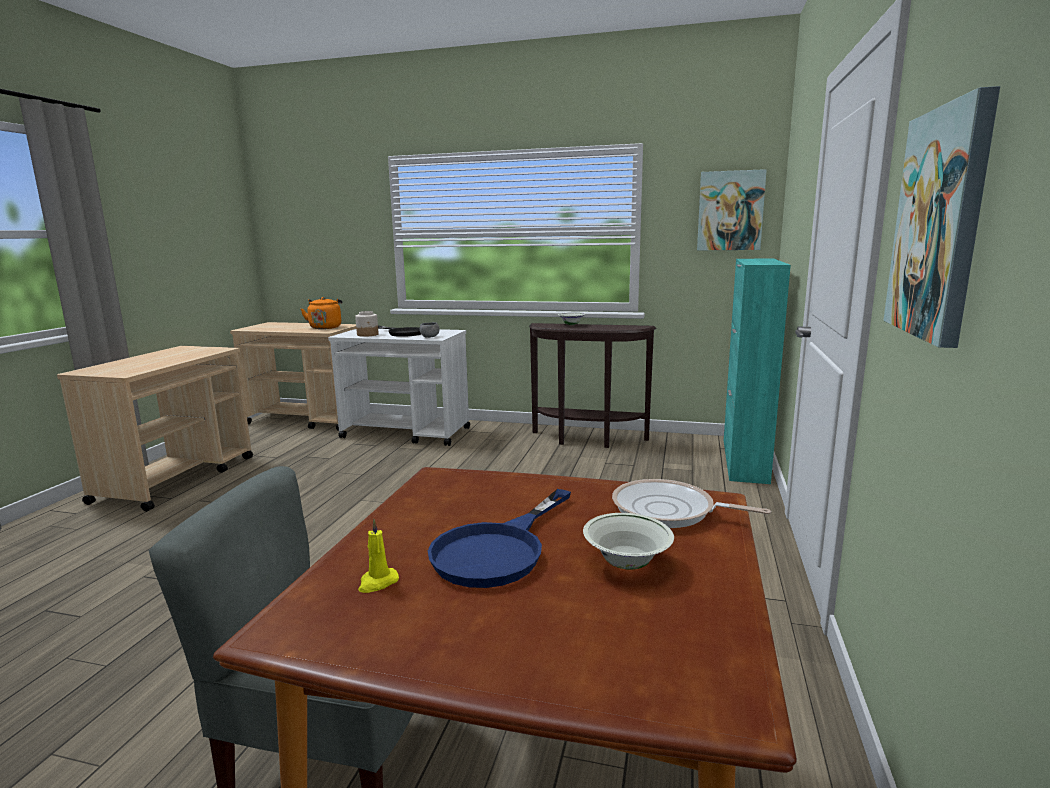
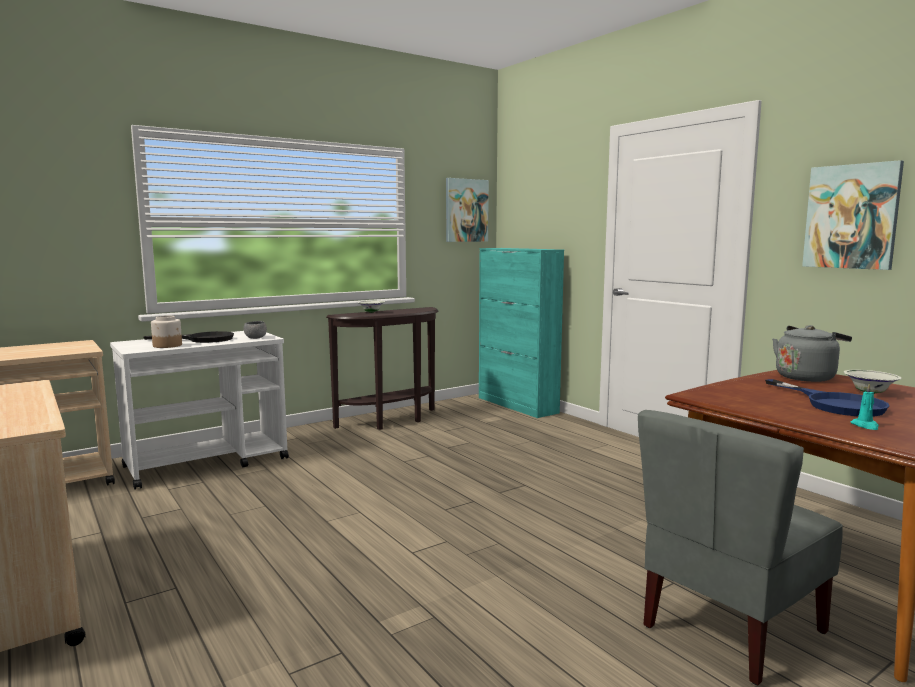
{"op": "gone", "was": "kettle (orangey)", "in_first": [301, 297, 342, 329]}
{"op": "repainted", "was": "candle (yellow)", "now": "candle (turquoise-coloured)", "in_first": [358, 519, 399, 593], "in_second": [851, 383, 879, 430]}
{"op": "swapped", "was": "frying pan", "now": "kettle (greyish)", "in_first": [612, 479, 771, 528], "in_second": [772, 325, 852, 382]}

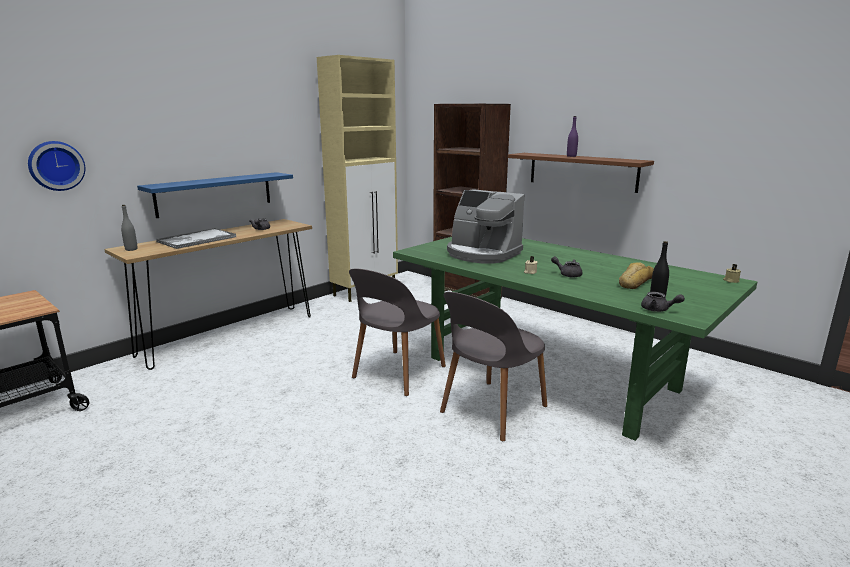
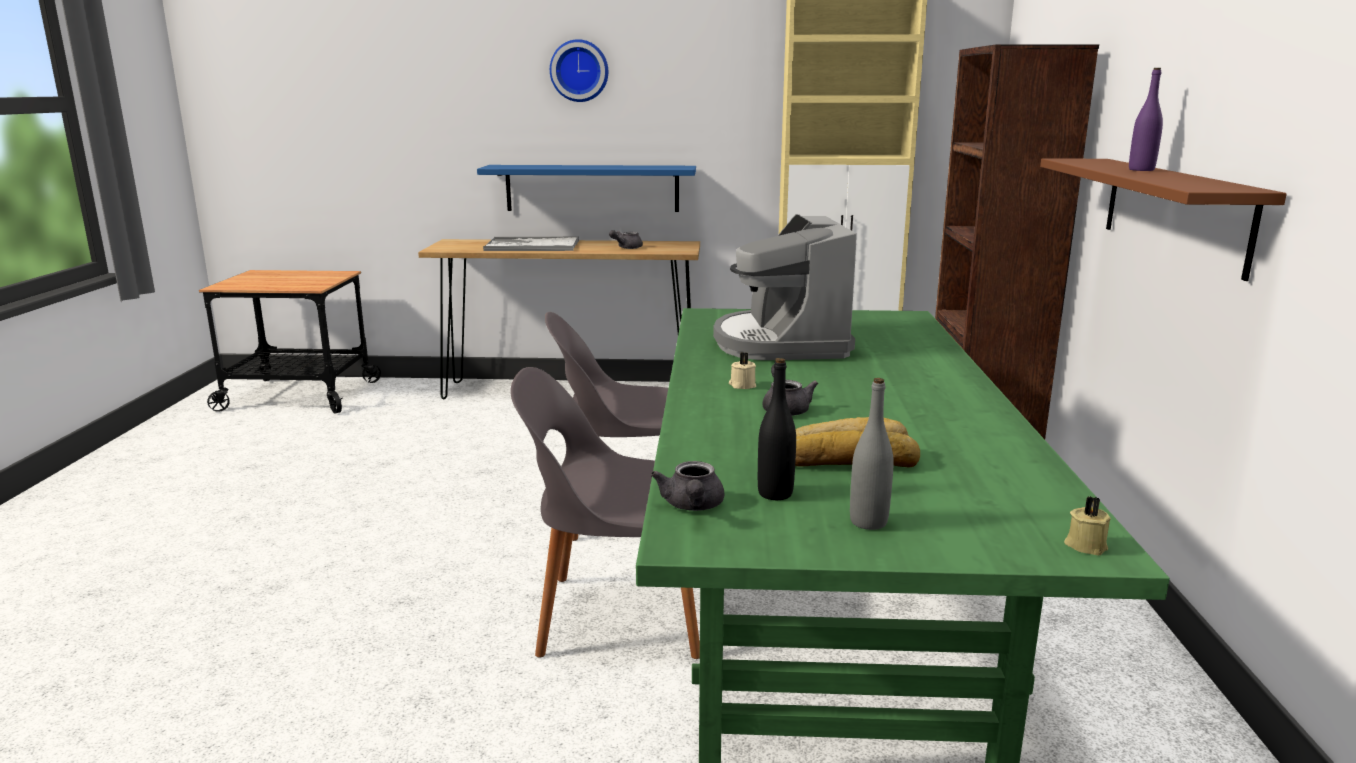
{"op": "shifted", "was": "clock on the wall", "in_first": [28, 141, 85, 191], "in_second": [550, 39, 608, 102]}
{"op": "shifted", "was": "beverage bottle (greyish)", "in_first": [121, 205, 137, 251], "in_second": [850, 378, 894, 530]}

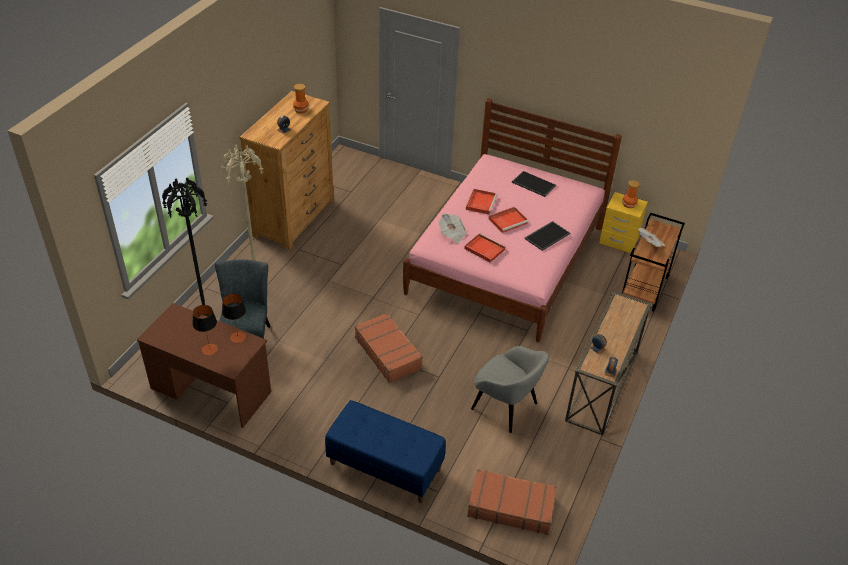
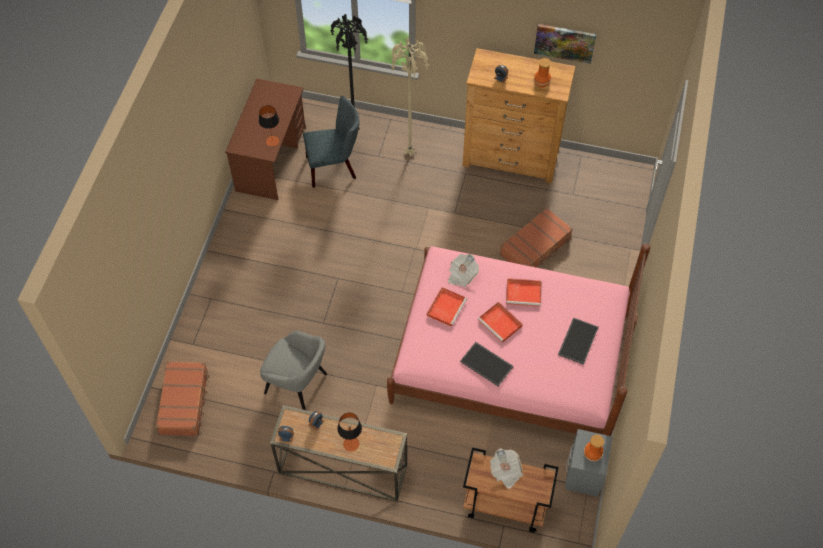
{"op": "shifted", "was": "lamp for a table", "in_first": [192, 305, 218, 355], "in_second": [337, 413, 362, 452]}
{"op": "gone", "was": "long seat (bluish)", "in_first": [325, 400, 446, 503]}
{"op": "shifted", "was": "piece of luggage (brownish)", "in_first": [355, 313, 423, 383], "in_second": [500, 208, 573, 267]}
{"op": "rotated", "was": "easy chair (greyish)", "in_first": [471, 346, 549, 433], "in_second": [260, 331, 327, 410], "clockwise": -90}
{"op": "repainted", "was": "nightstand (yellow)", "now": "nightstand (greyish)", "in_first": [599, 192, 648, 253], "in_second": [565, 429, 612, 497]}
{"op": "new", "now": "wall picture", "in_second": [534, 24, 597, 64]}

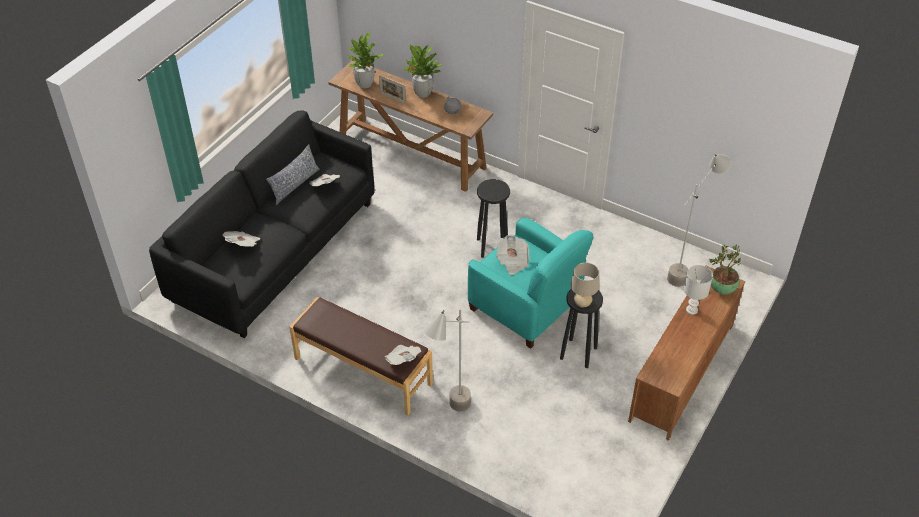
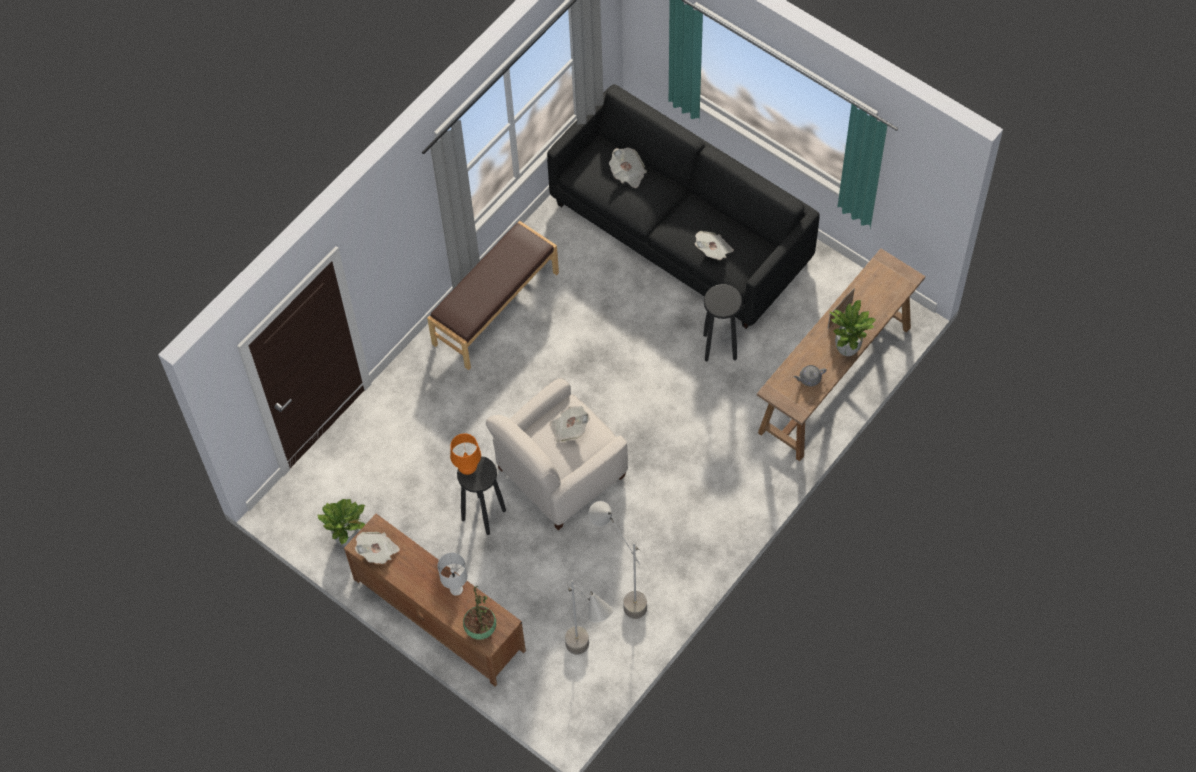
{"op": "gone", "was": "throw pillow", "in_first": [266, 144, 320, 205]}
{"op": "shifted", "was": "plant in a pot", "in_first": [347, 32, 383, 88], "in_second": [318, 499, 365, 546]}
{"op": "shifted", "was": "daily paper", "in_first": [385, 345, 421, 365], "in_second": [355, 532, 400, 564]}
{"op": "shifted", "was": "standing lamp (greyish)", "in_first": [423, 309, 471, 411], "in_second": [589, 501, 647, 619]}
{"op": "repainted", "was": "easy chair (turquoise-coloured)", "now": "easy chair (white)", "in_first": [468, 217, 593, 349], "in_second": [486, 378, 628, 530]}
{"op": "shifted", "was": "sitting stool (blackish)", "in_first": [477, 179, 510, 258], "in_second": [703, 284, 742, 361]}
{"op": "repainted", "was": "lamp for a table (beige-coloured)", "now": "lamp for a table (orangey)", "in_first": [570, 263, 599, 308], "in_second": [450, 434, 481, 475]}

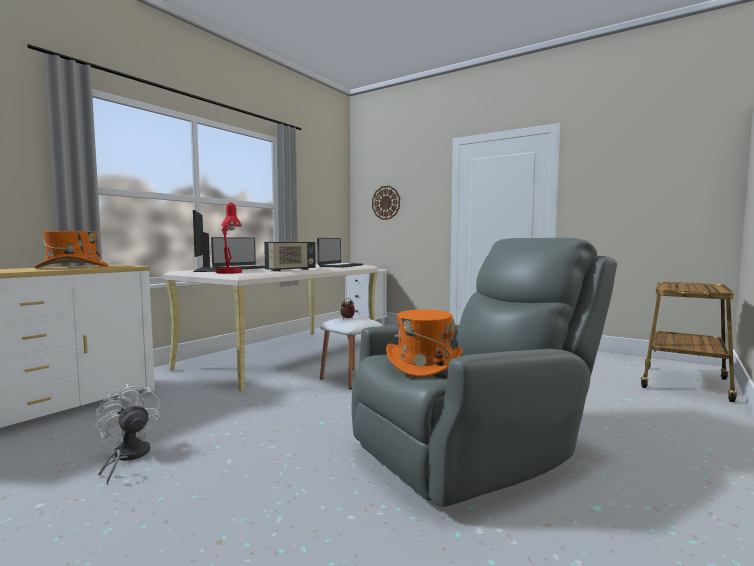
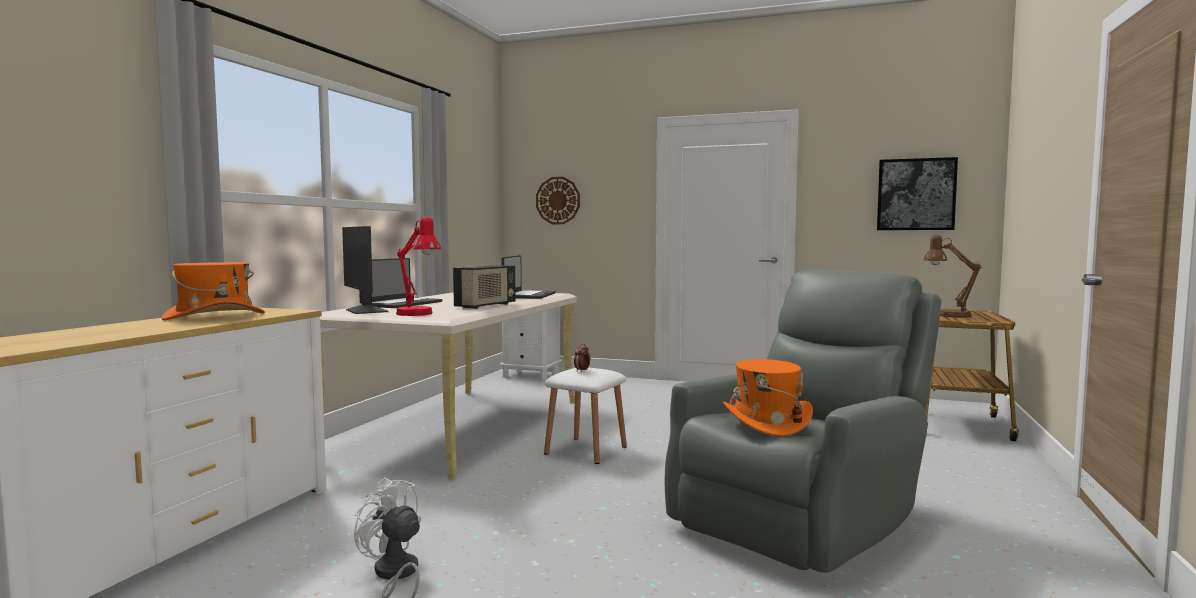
{"op": "new", "now": "wall picture", "in_second": [877, 157, 958, 230]}
{"op": "new", "now": "lamp for a table (brownish)", "in_second": [924, 234, 981, 318]}

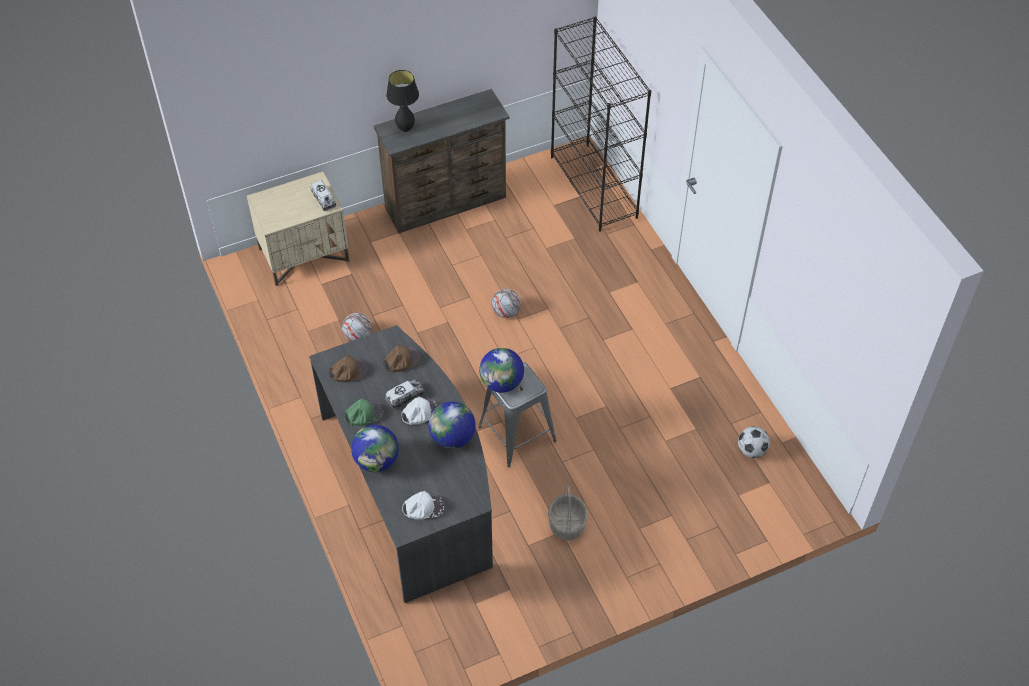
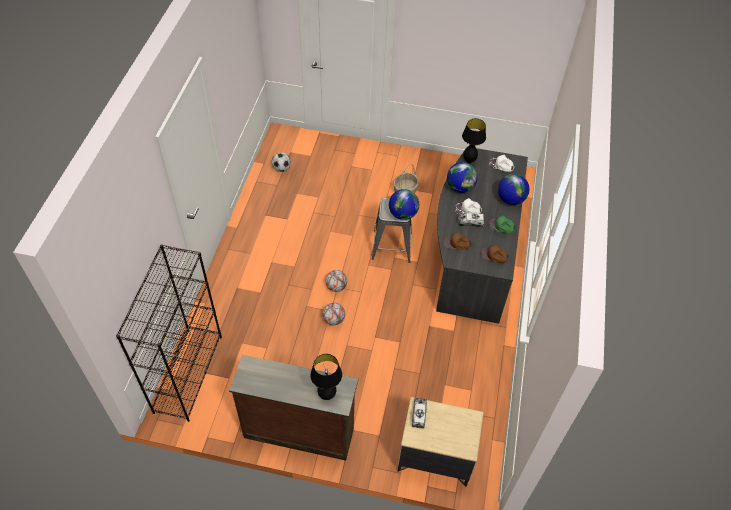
{"op": "shifted", "was": "football", "in_first": [342, 313, 372, 341], "in_second": [326, 270, 347, 292]}
{"op": "new", "now": "lamp for a table (blackish)", "in_second": [462, 118, 486, 163]}

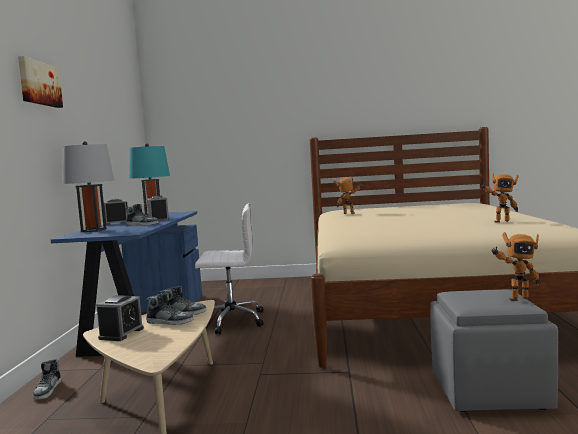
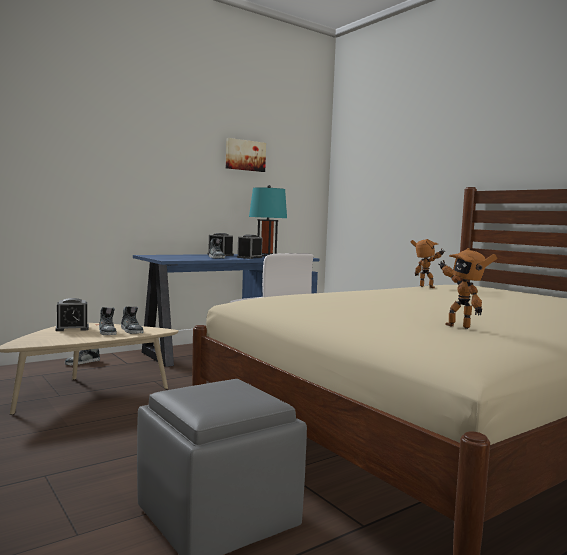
{"op": "shifted", "was": "wall picture", "in_first": [18, 56, 63, 108], "in_second": [226, 138, 266, 172]}
{"op": "gone", "was": "lamp for a table (greyish)", "in_first": [62, 141, 115, 232]}
{"op": "gone", "was": "model robot", "in_first": [491, 232, 540, 301]}

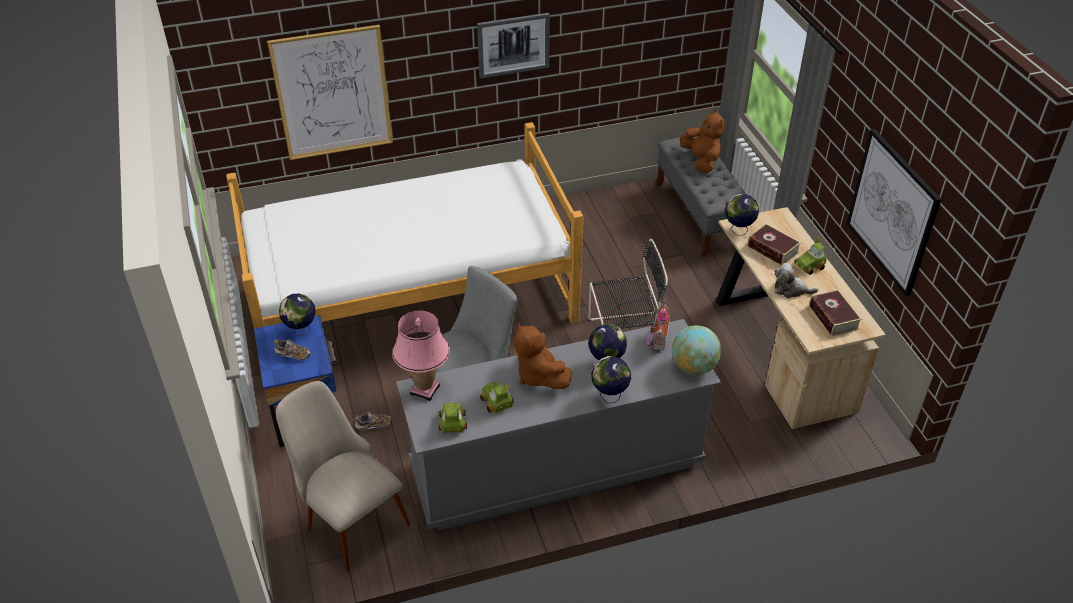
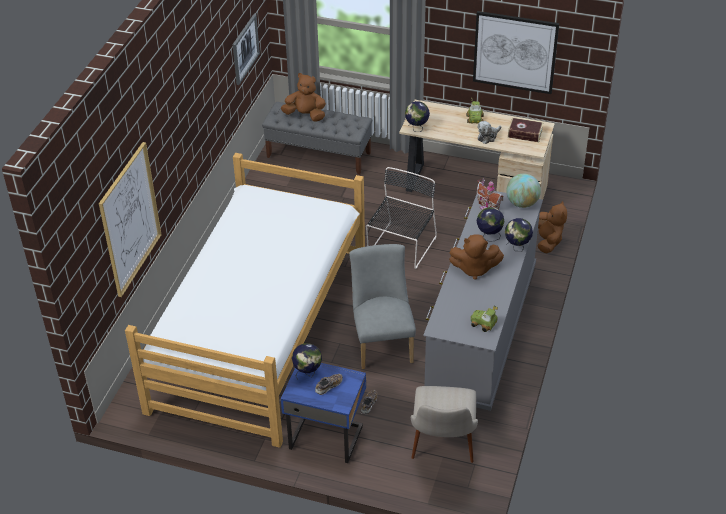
{"op": "rotated", "was": "chair (beige-coloured)", "in_first": [276, 381, 411, 572], "in_second": [411, 386, 478, 463], "clockwise": -75}
{"op": "gone", "was": "lamp for a table (pink)", "in_first": [392, 311, 450, 401]}
{"op": "shifted", "was": "wall picture", "in_first": [477, 13, 550, 79], "in_second": [233, 14, 260, 85]}
{"op": "gone", "was": "miniature car", "in_first": [480, 382, 514, 414]}
{"op": "gone", "was": "bound book", "in_first": [747, 223, 801, 265]}
{"op": "new", "now": "cuddly toy (brownish)", "in_second": [538, 201, 567, 253]}

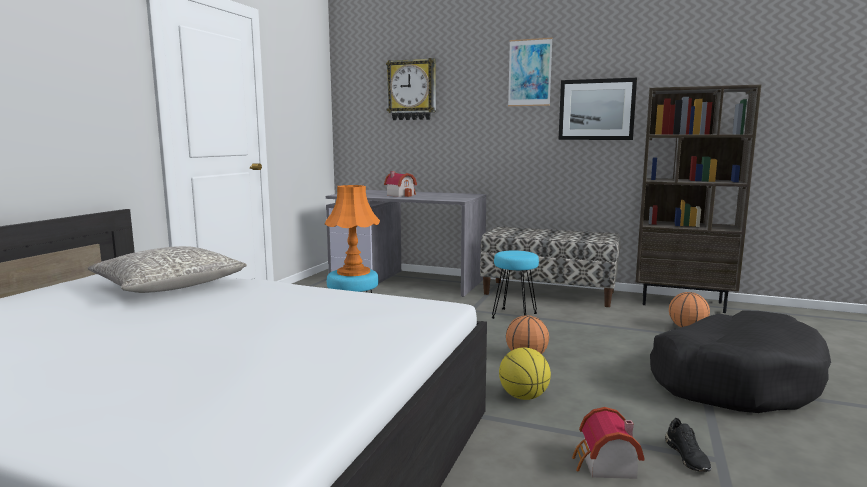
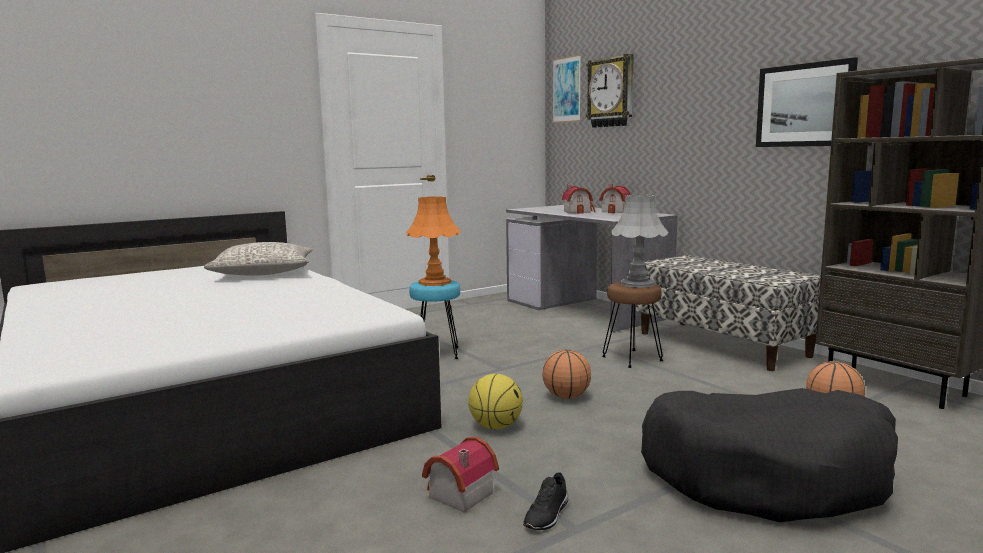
{"op": "repainted", "was": "sitting stool (turquoise-coloured)", "now": "sitting stool (brownish)", "in_first": [492, 250, 539, 319], "in_second": [602, 282, 663, 368]}
{"op": "shifted", "was": "wall picture", "in_first": [508, 38, 553, 106], "in_second": [553, 54, 581, 123]}
{"op": "new", "now": "miniature house", "in_second": [599, 184, 631, 213]}
{"op": "new", "now": "lamp for a table (greyish)", "in_second": [611, 195, 668, 288]}

